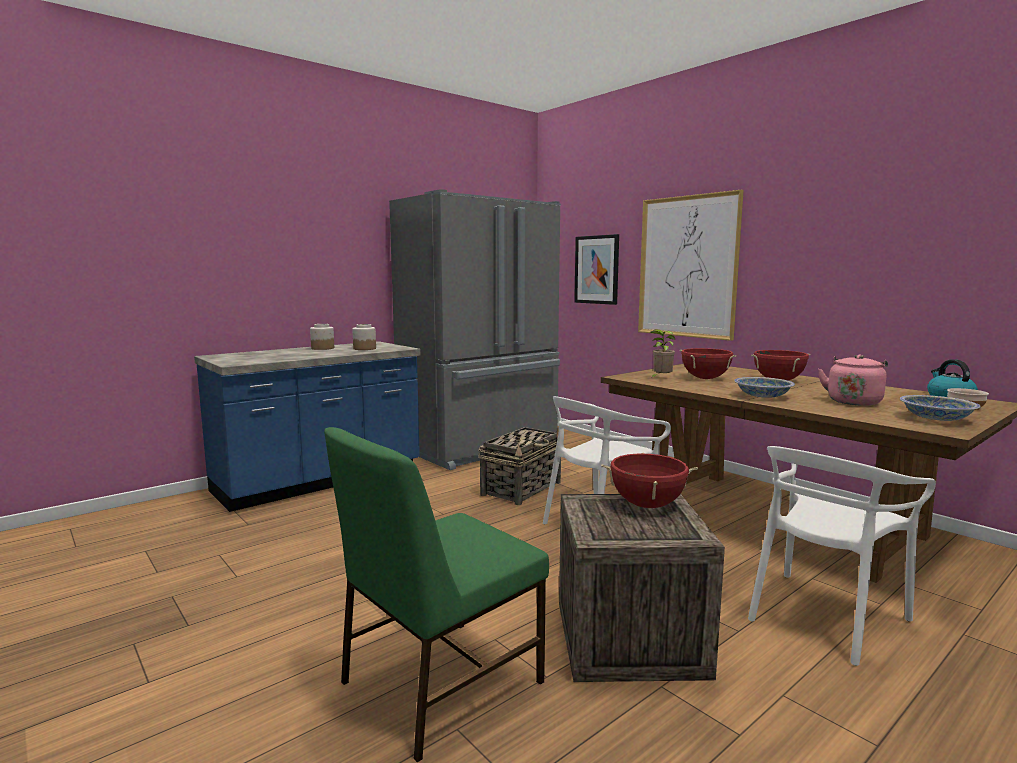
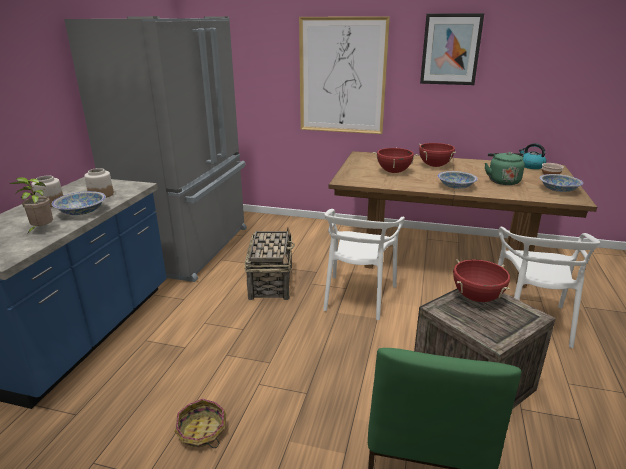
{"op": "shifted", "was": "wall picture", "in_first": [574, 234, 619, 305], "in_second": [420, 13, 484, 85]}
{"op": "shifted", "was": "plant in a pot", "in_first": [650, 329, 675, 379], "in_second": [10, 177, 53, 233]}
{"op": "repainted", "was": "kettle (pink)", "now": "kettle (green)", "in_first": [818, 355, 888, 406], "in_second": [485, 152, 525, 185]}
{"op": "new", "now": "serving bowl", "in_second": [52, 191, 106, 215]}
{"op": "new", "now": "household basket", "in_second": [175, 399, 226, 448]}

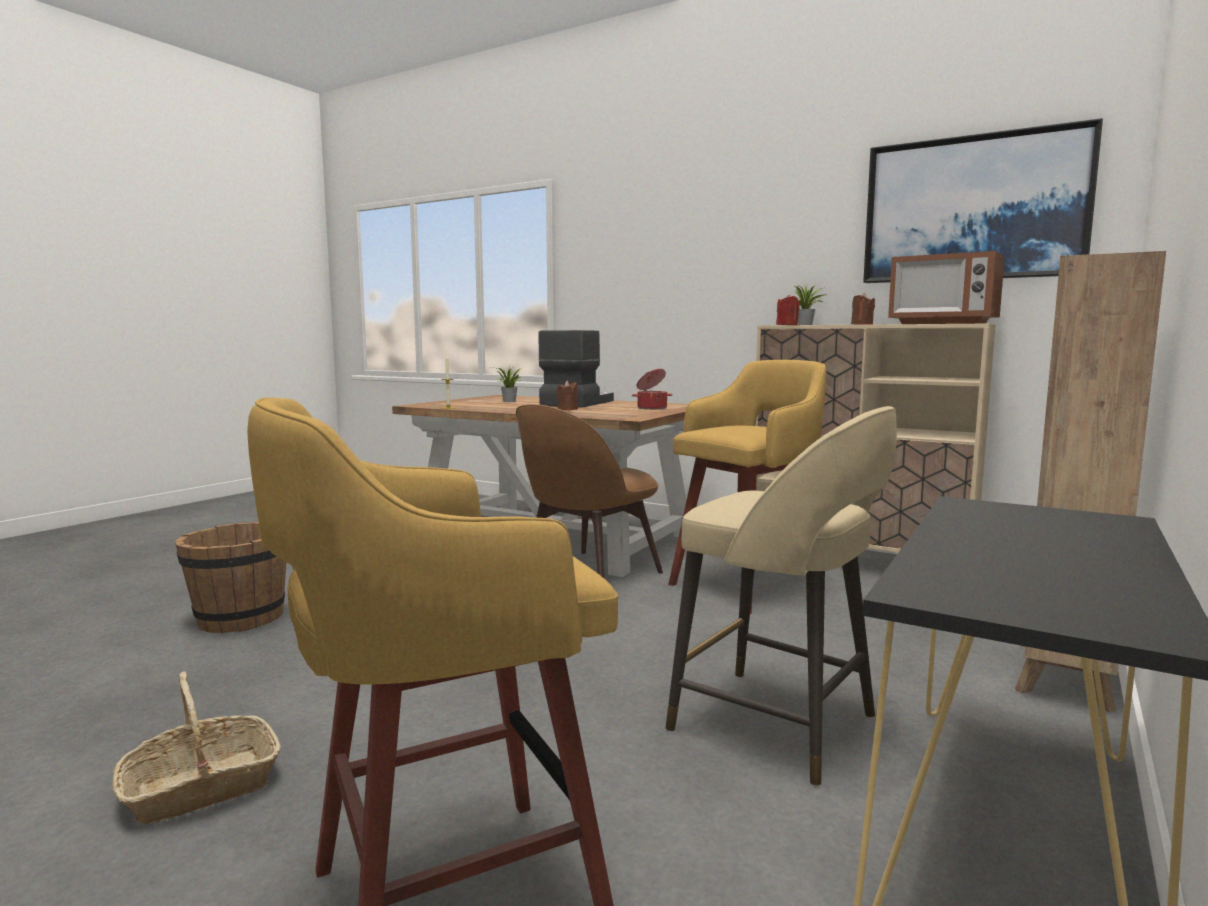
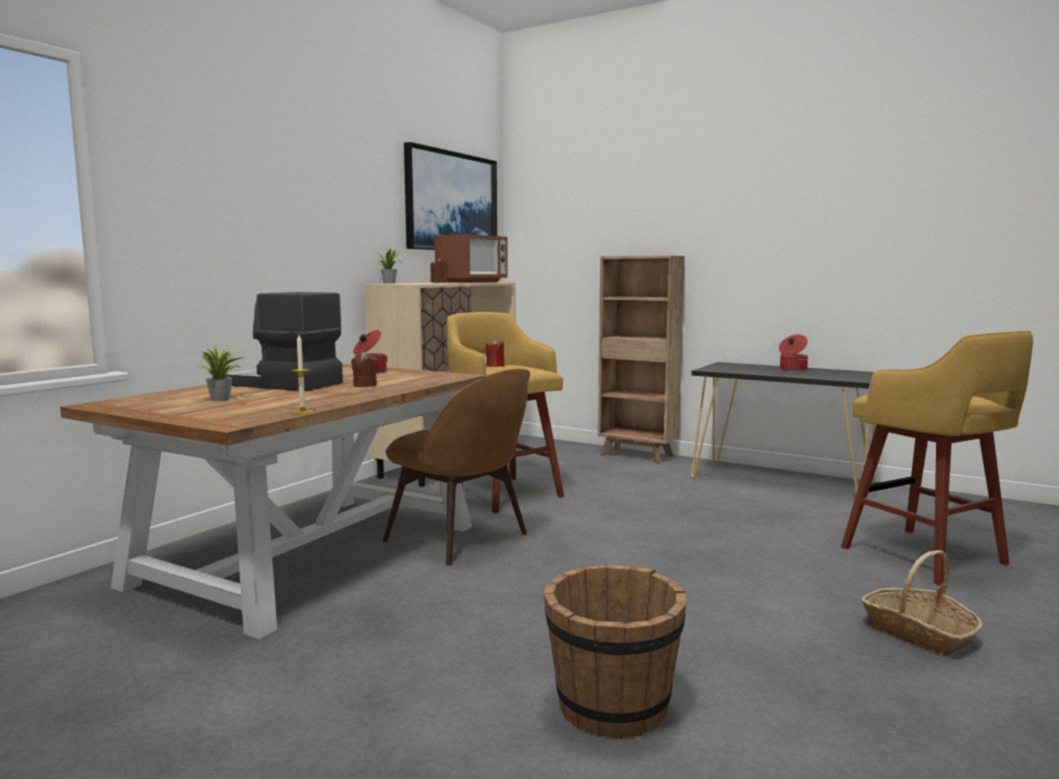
{"op": "gone", "was": "sitting stool (beige-coloured)", "in_first": [666, 406, 897, 786]}
{"op": "shifted", "was": "candle (reddish)", "in_first": [776, 294, 800, 325], "in_second": [485, 339, 505, 367]}
{"op": "new", "now": "cooking pot", "in_second": [779, 334, 808, 371]}

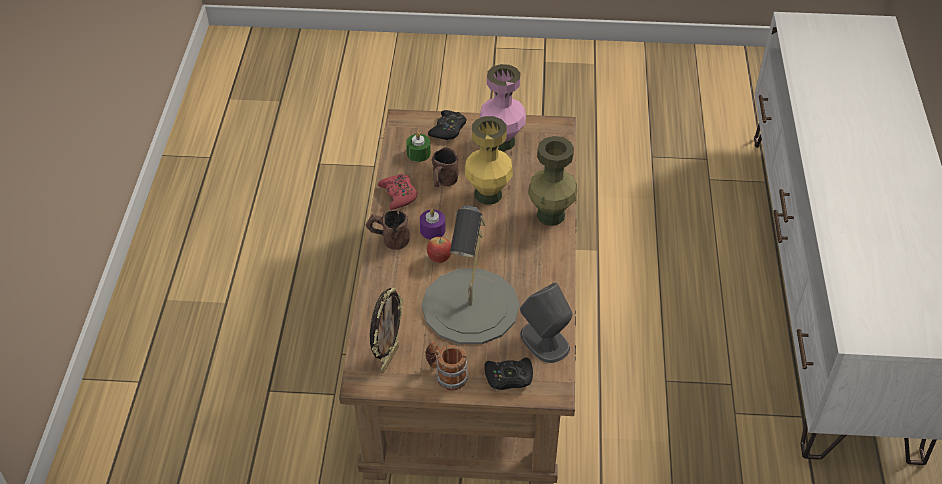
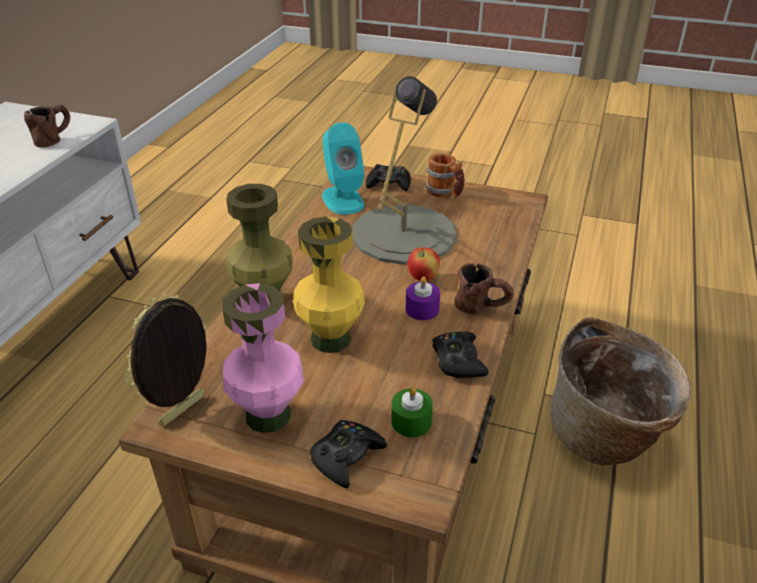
{"op": "shifted", "was": "photo frame", "in_first": [370, 287, 404, 373], "in_second": [125, 294, 207, 426]}
{"op": "repainted", "was": "joypad (reddish)", "now": "joypad (blackish)", "in_first": [378, 173, 418, 210], "in_second": [433, 331, 489, 378]}
{"op": "shifted", "was": "tea mug (brownish)", "in_first": [432, 147, 459, 187], "in_second": [24, 105, 70, 148]}
{"op": "repainted", "was": "loudspeaker (greyish)", "now": "loudspeaker (turquoise-coloured)", "in_first": [520, 283, 573, 363], "in_second": [322, 122, 365, 215]}
{"op": "new", "now": "household basket", "in_second": [550, 317, 691, 465]}

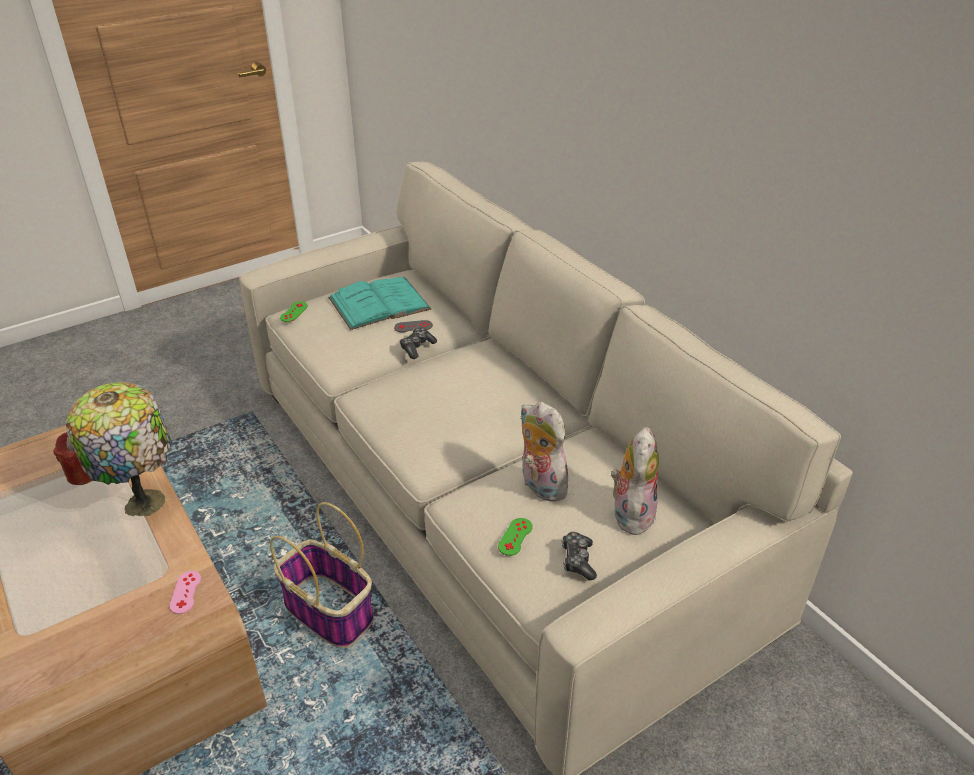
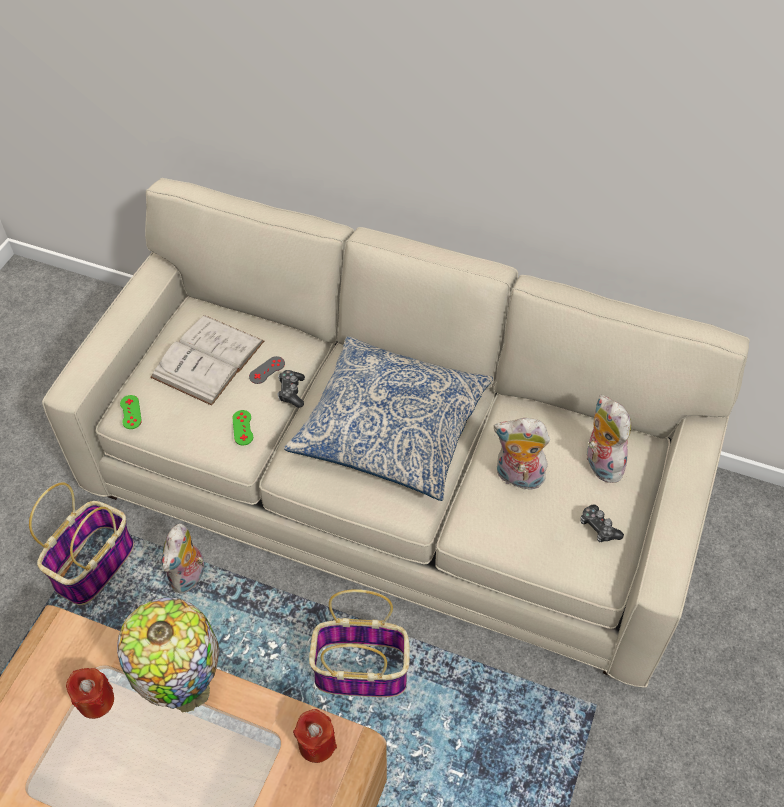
{"op": "swapped", "was": "joypad (pink)", "now": "candle (reddish)", "in_first": [169, 571, 201, 614], "in_second": [293, 709, 337, 763]}
{"op": "repainted", "was": "bound book (turquoise-coloured)", "now": "bound book (white)", "in_first": [328, 277, 431, 330], "in_second": [150, 315, 264, 406]}
{"op": "shifted", "was": "joypad (green)", "in_first": [498, 518, 533, 556], "in_second": [232, 410, 253, 445]}
{"op": "new", "now": "household basket", "in_second": [29, 482, 134, 605]}
{"op": "new", "now": "cuddly toy", "in_second": [162, 524, 205, 594]}
{"op": "new", "now": "throw pillow", "in_second": [284, 336, 493, 501]}

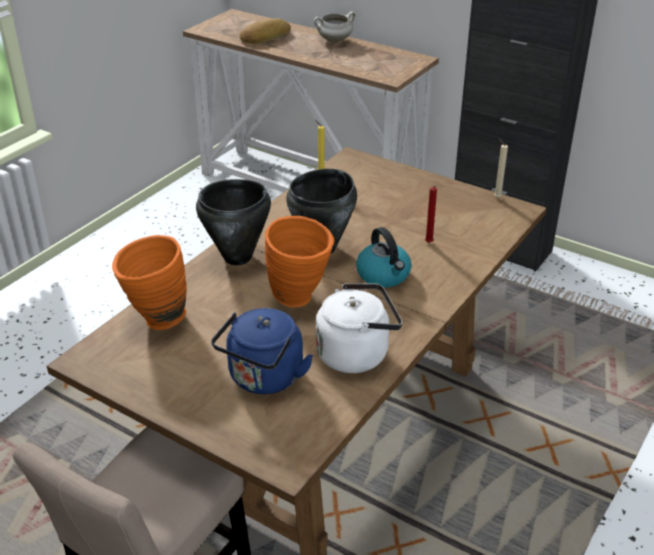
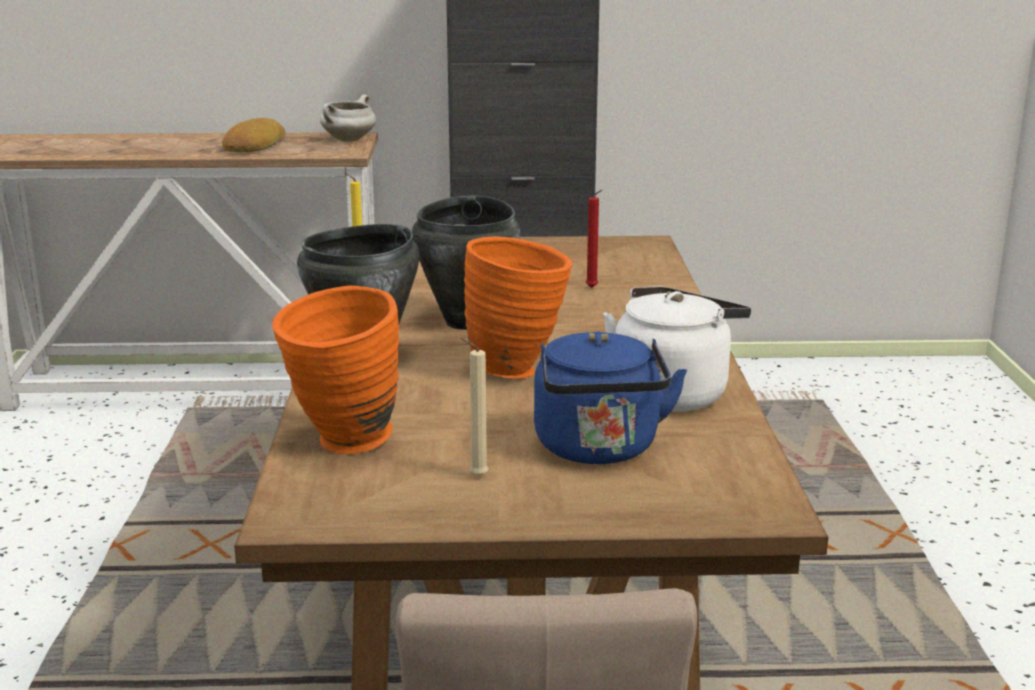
{"op": "shifted", "was": "baked bread", "in_first": [240, 18, 291, 44], "in_second": [222, 118, 286, 152]}
{"op": "shifted", "was": "cooking pot (white)", "in_first": [314, 11, 355, 43], "in_second": [320, 94, 376, 142]}
{"op": "gone", "was": "kettle", "in_first": [356, 227, 412, 287]}
{"op": "shifted", "was": "candle (beige-coloured)", "in_first": [494, 139, 508, 198], "in_second": [461, 338, 488, 477]}

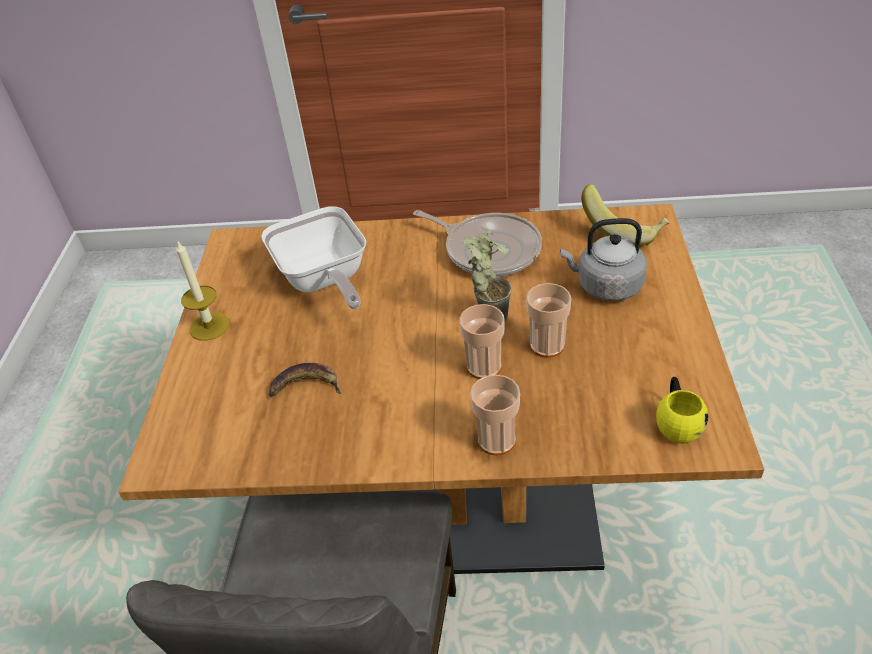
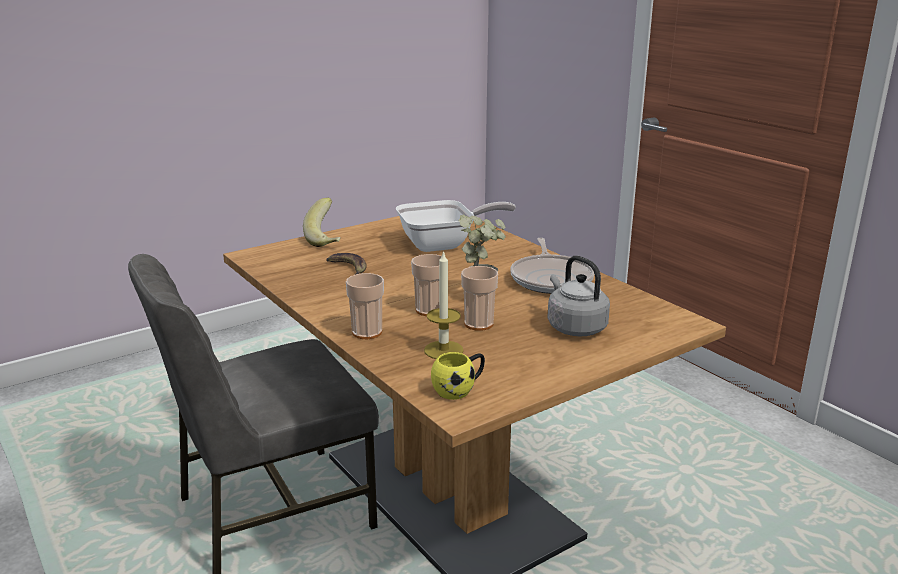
{"op": "shifted", "was": "candle", "in_first": [176, 240, 230, 341], "in_second": [424, 250, 464, 359]}
{"op": "rotated", "was": "frying pan", "in_first": [261, 206, 367, 309], "in_second": [396, 200, 516, 252], "clockwise": -135}
{"op": "shifted", "was": "banana fruit", "in_first": [581, 184, 670, 247], "in_second": [303, 198, 340, 247]}

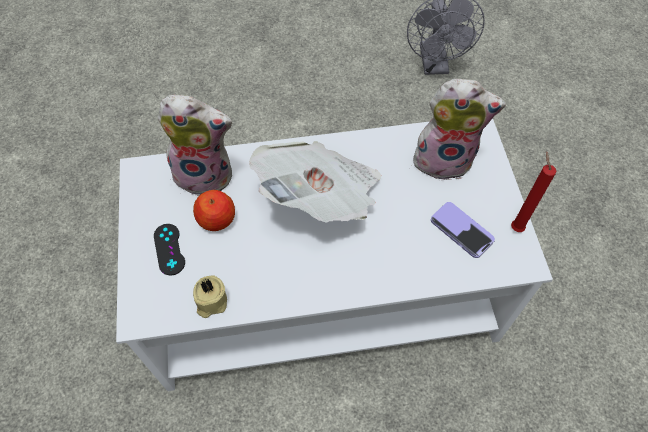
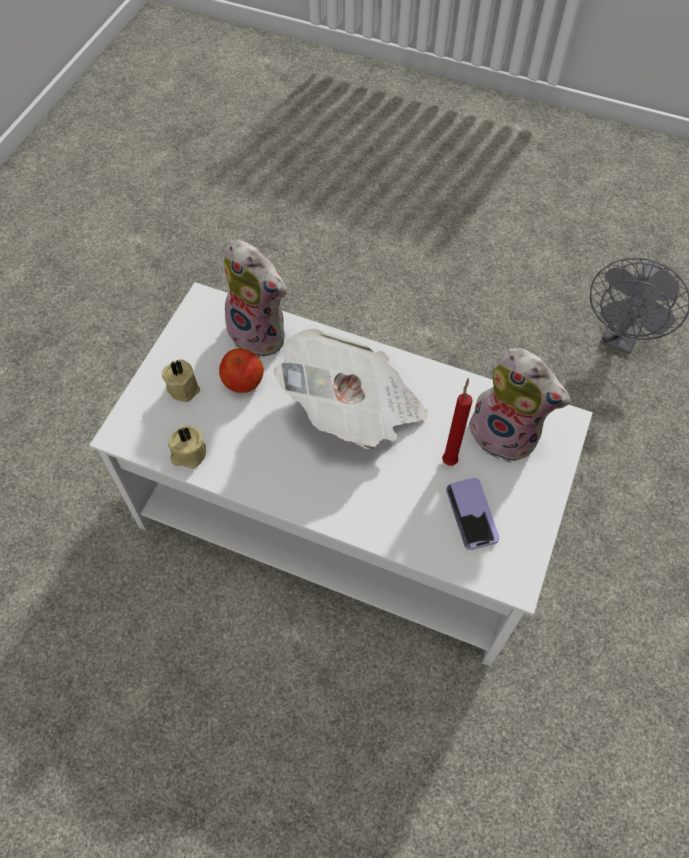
{"op": "swapped", "was": "joypad (blackish)", "now": "candle (beige-coloured)", "in_first": [154, 224, 185, 275], "in_second": [162, 359, 200, 402]}
{"op": "shifted", "was": "candle (reddish)", "in_first": [511, 151, 557, 232], "in_second": [442, 378, 472, 466]}

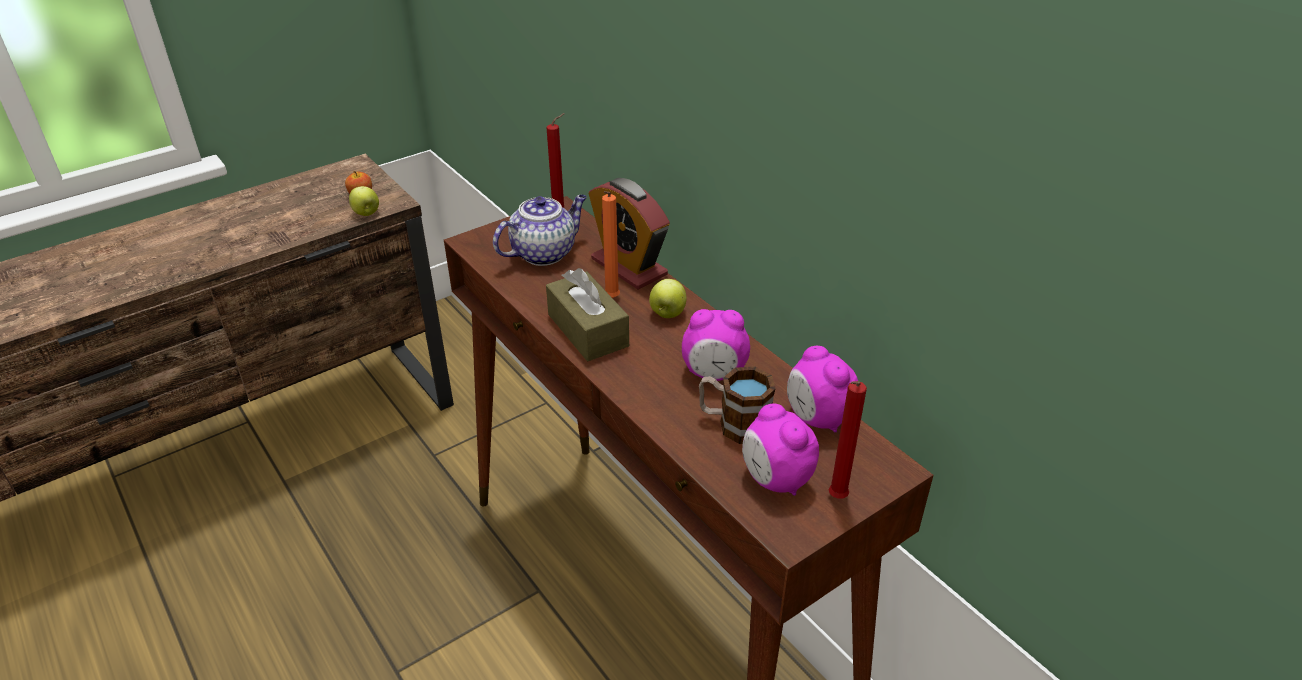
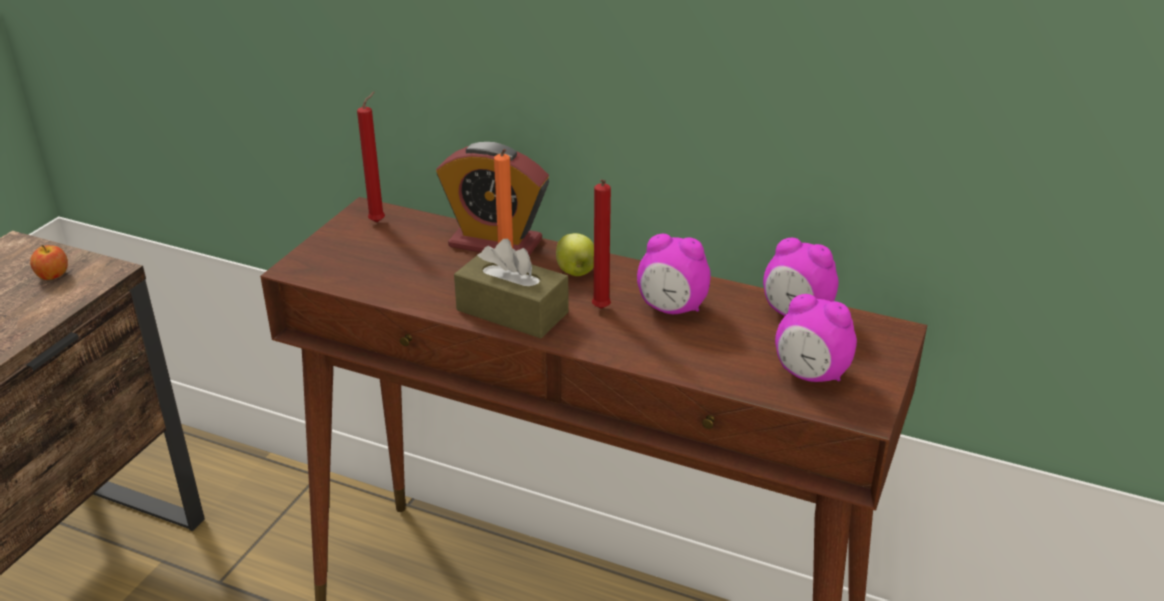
{"op": "gone", "was": "whole apple", "in_first": [349, 186, 379, 216]}
{"op": "gone", "was": "teapot", "in_first": [493, 195, 587, 266]}
{"op": "rotated", "was": "alarm clock", "in_first": [682, 309, 750, 381], "in_second": [637, 234, 711, 314], "clockwise": 45}
{"op": "gone", "was": "tea mug", "in_first": [699, 367, 776, 444]}
{"op": "shifted", "was": "candle (reddish)", "in_first": [828, 381, 867, 499], "in_second": [592, 179, 611, 309]}

